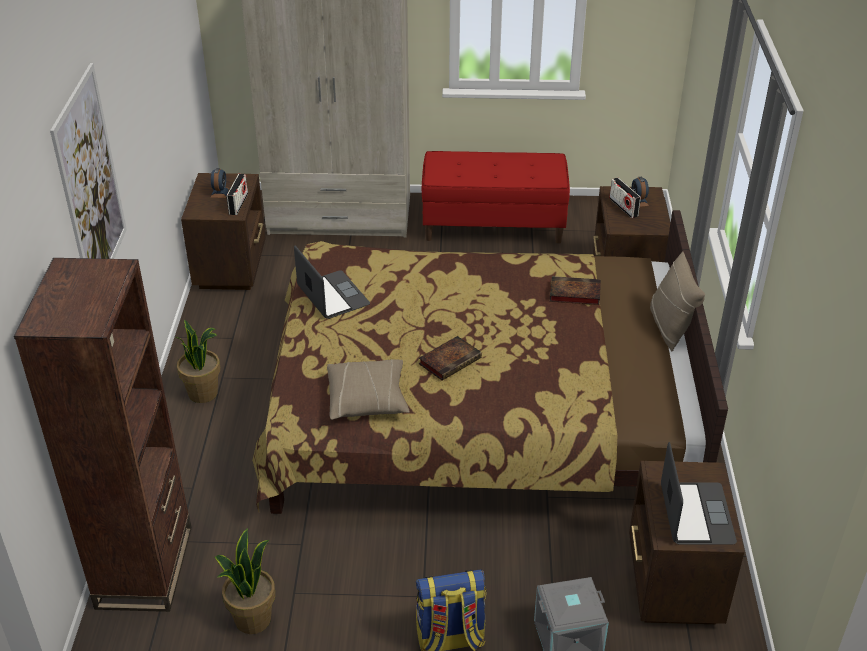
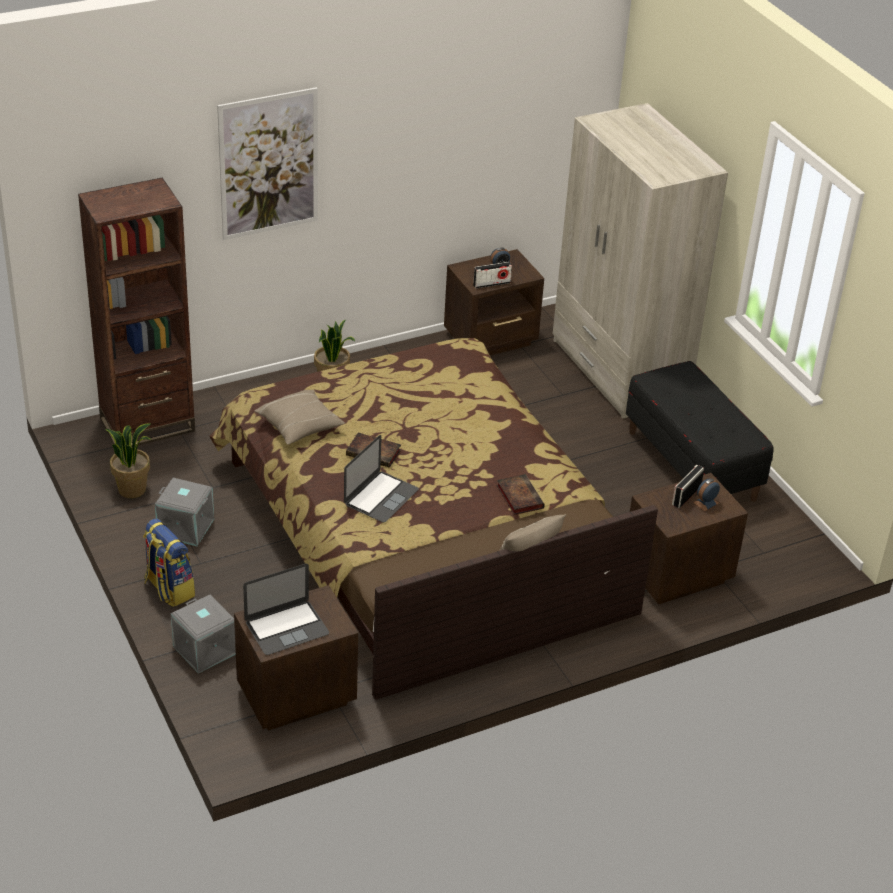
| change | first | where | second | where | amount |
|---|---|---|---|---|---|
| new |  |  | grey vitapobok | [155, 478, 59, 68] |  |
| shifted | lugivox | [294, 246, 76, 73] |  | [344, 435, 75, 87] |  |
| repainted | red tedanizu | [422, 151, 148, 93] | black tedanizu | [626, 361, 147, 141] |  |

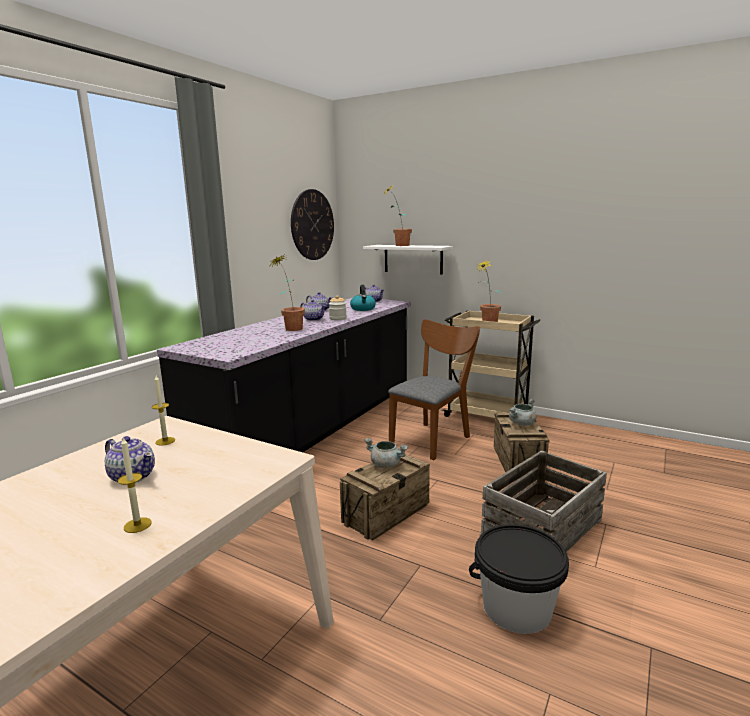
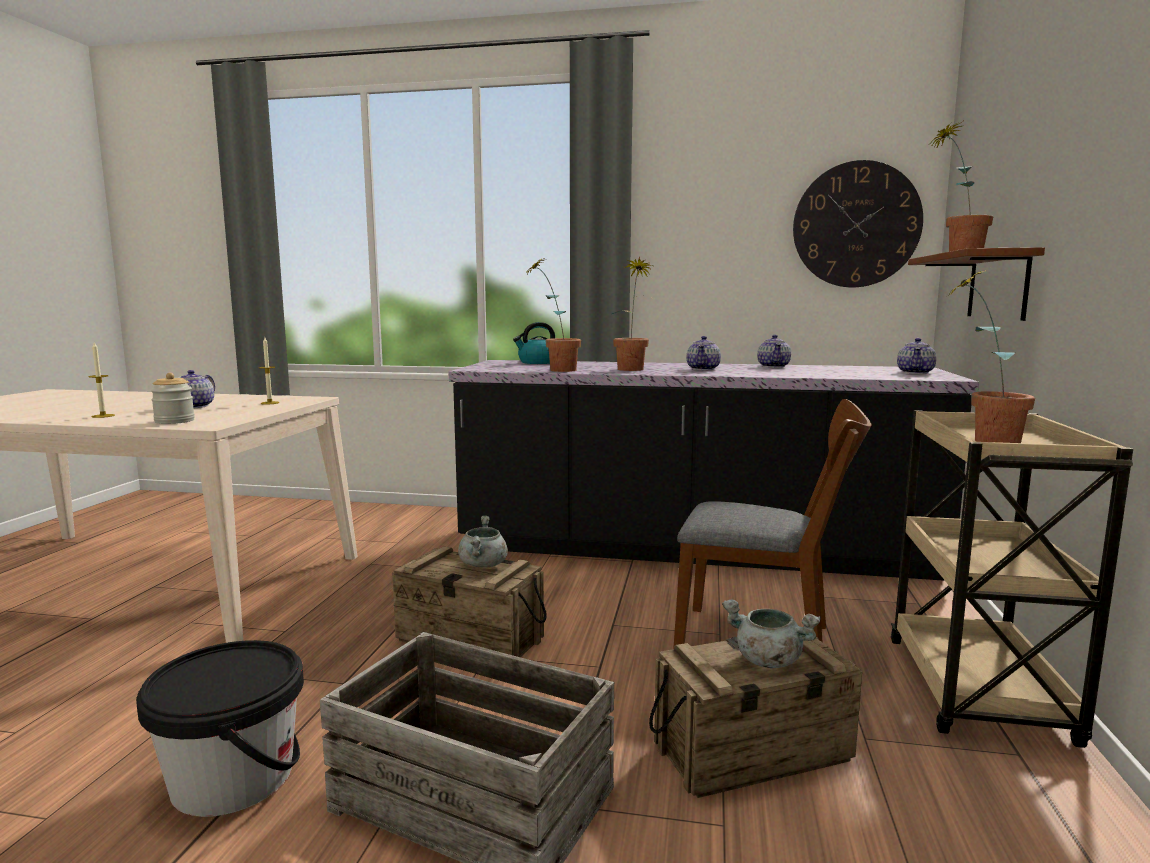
| change | first | where | second | where | amount |
|---|---|---|---|---|---|
| new |  |  | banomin | [525, 256, 56, 116] |  |
| shifted | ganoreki | [329, 295, 18, 25] |  | [151, 373, 44, 51] |  |
| shifted | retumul | [350, 285, 26, 26] |  | [513, 322, 42, 42] |  |
| repainted | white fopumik | [363, 245, 90, 30] | brown fopumik | [908, 247, 137, 74] |  |

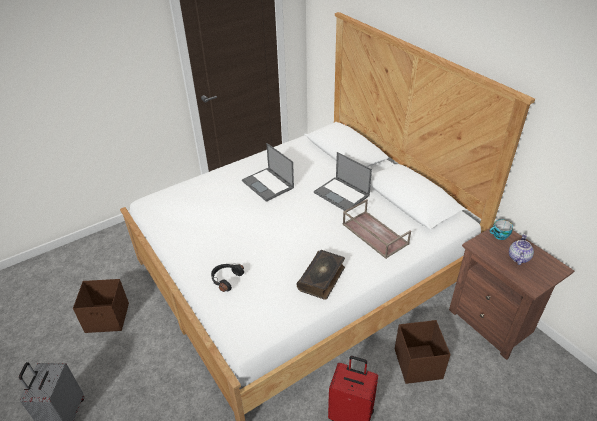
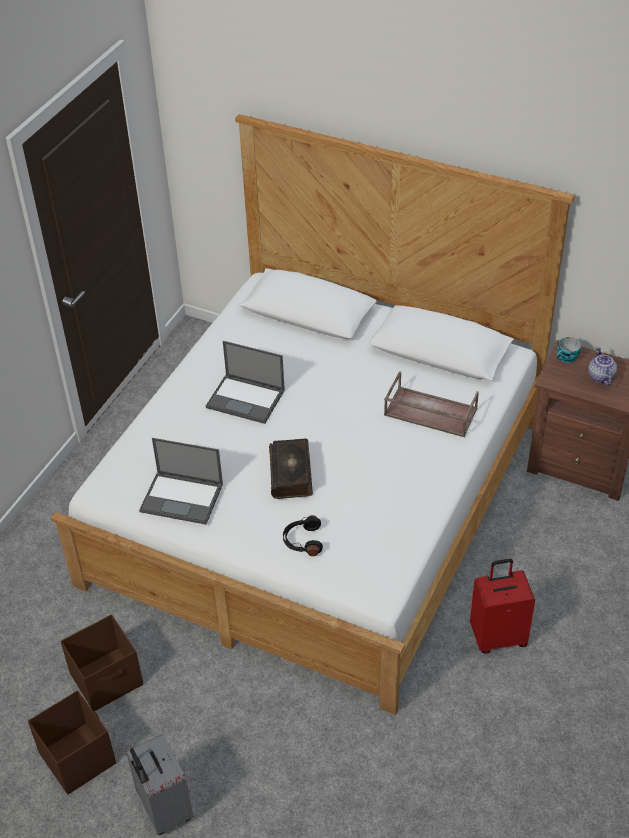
| change | first | where | second | where | amount |
|---|---|---|---|---|---|
| shifted | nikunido | [297, 250, 48, 50] |  | [269, 439, 44, 60] |  |
| shifted | lugivox | [314, 152, 58, 59] |  | [139, 438, 84, 87] |  |
| shifted | brown vitapobok | [395, 320, 56, 64] |  | [28, 691, 88, 104] |  |

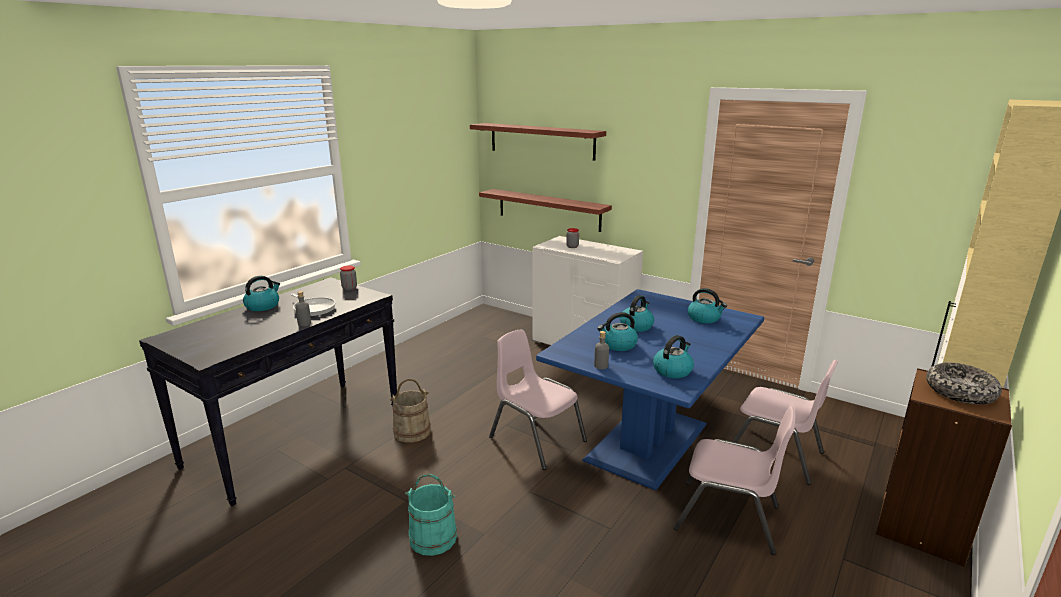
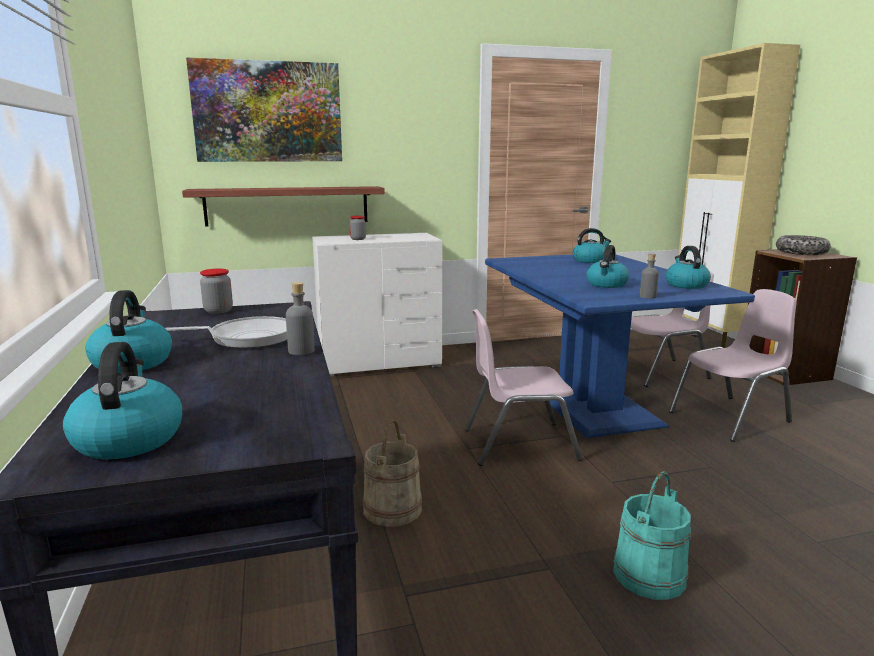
| change | first | where | second | where | amount |
|---|---|---|---|---|---|
| shifted | retumul | [620, 295, 34, 37] |  | [63, 342, 119, 117] |  |
| swapped | fopumik | [470, 123, 136, 38] | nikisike | [186, 58, 156, 104] |  |

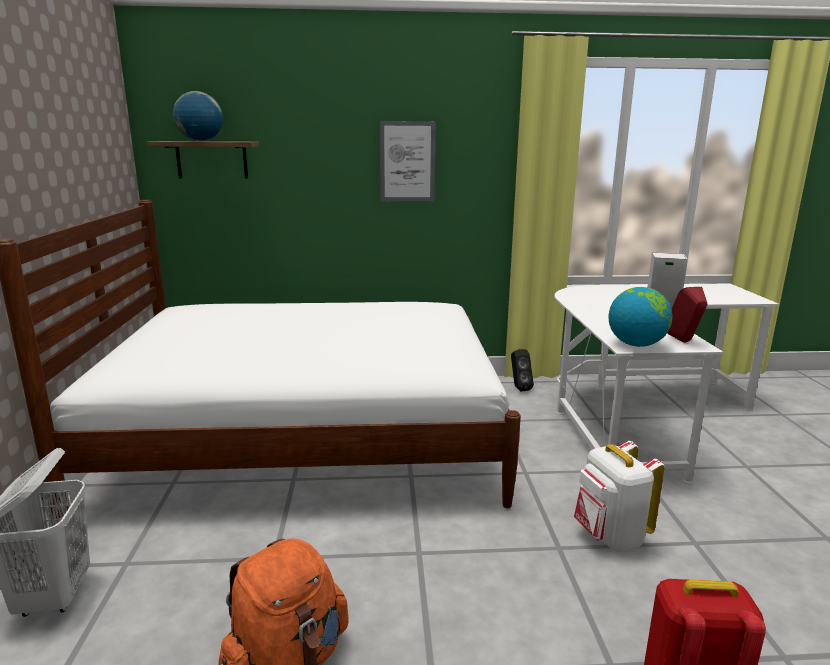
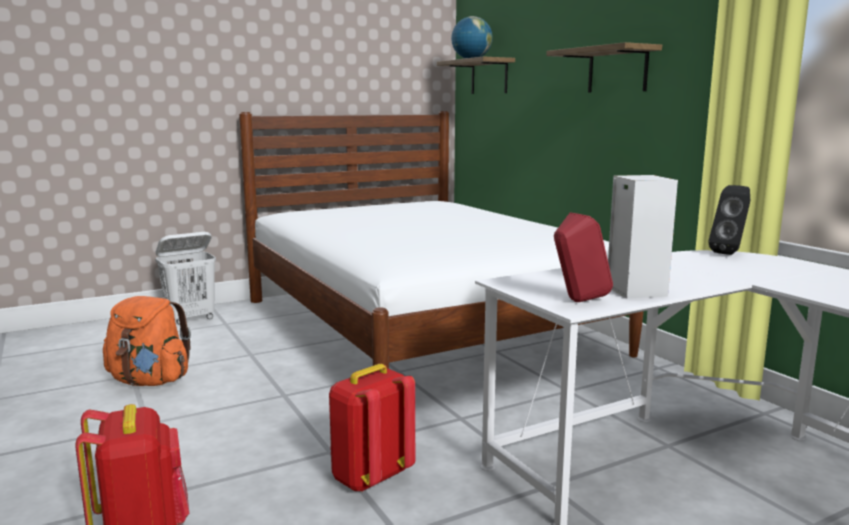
| change | first | where | second | where | amount |
|---|---|---|---|---|---|
| gone | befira | [608, 287, 64, 60] |  |  |  |
| shifted | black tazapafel | [511, 349, 23, 43] |  | [708, 185, 42, 70] |  |
| swapped | nikisike | [380, 121, 56, 80] | fopumik | [546, 42, 116, 50] |  |
| repainted | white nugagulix | [574, 441, 91, 111] | red nugagulix | [329, 364, 86, 128] |  |

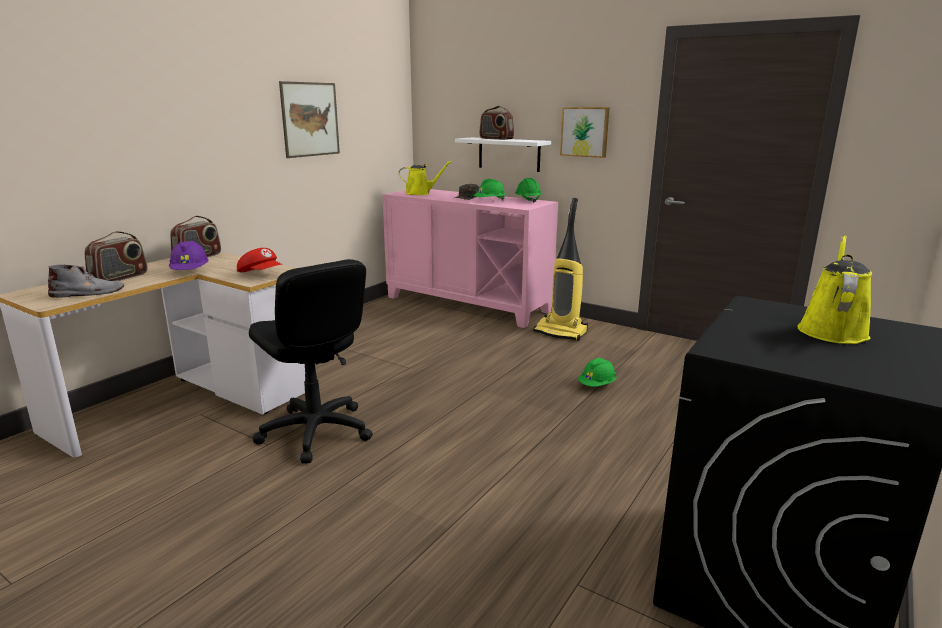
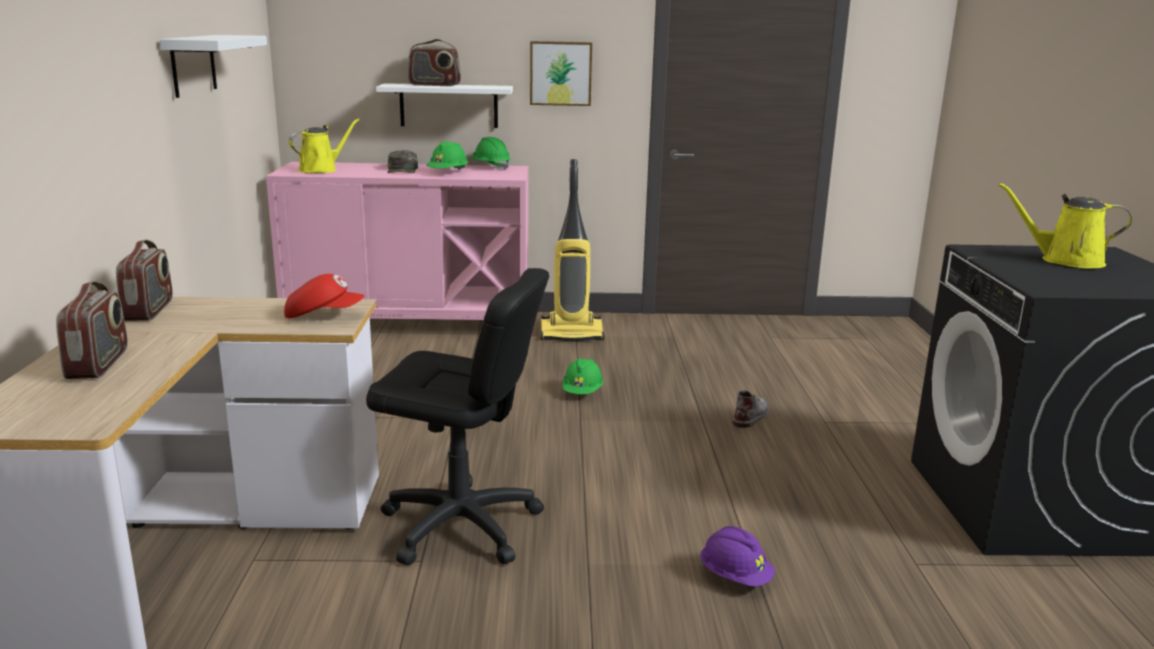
| change | first | where | second | where | amount |
|---|---|---|---|---|---|
| shifted | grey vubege | [48, 265, 76, 33] |  | [732, 390, 36, 38] |  |
| shifted | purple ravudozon | [169, 241, 40, 29] |  | [700, 526, 75, 61] |  |
| shifted | green ravudozon | [578, 358, 38, 29] |  | [562, 358, 41, 36] |  |
| swapped | nikisike | [279, 81, 61, 77] | white fopumik | [160, 35, 107, 63] |  |
| rotated | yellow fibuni | [798, 235, 74, 109] |  | [998, 183, 135, 86] | 60 degrees counterclockwise |

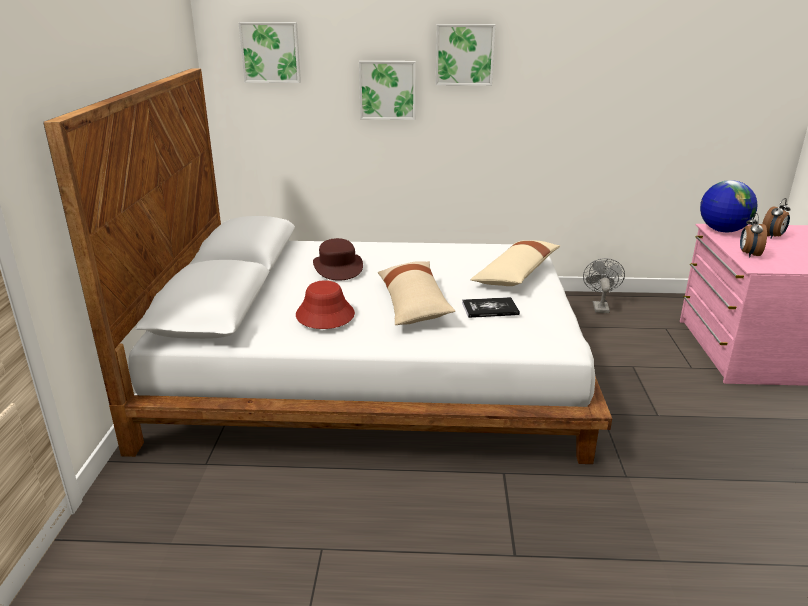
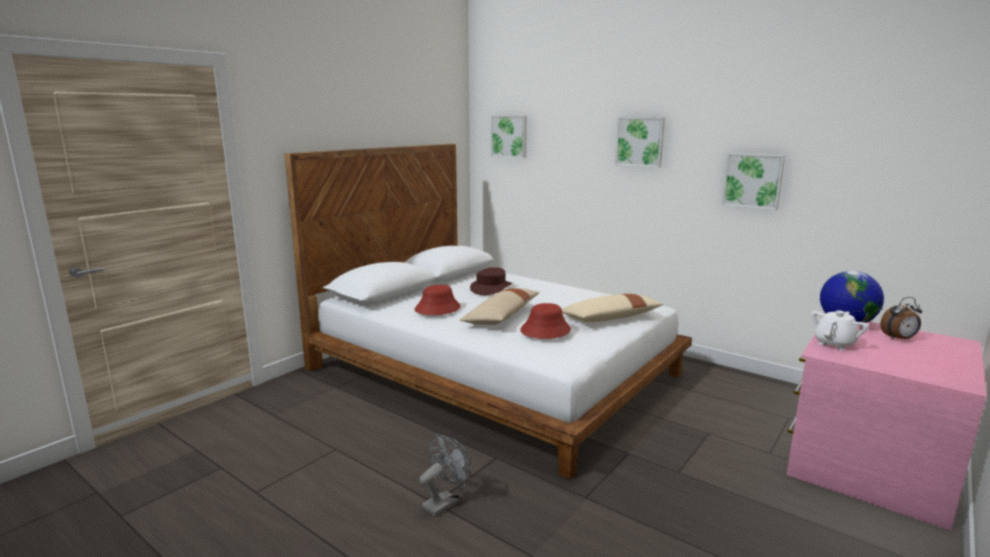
| change | first | where | second | where | amount |
|---|---|---|---|---|---|
| shifted | nikisike | [359, 61, 57, 59] |  | [722, 153, 63, 57] |  |
| shifted | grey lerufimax | [583, 258, 42, 55] |  | [420, 434, 51, 82] |  |
| swapped | nikunido | [462, 297, 58, 21] | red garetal | [520, 303, 51, 36] |  |
| swapped | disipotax | [740, 213, 27, 45] | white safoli | [811, 310, 58, 40] |  |

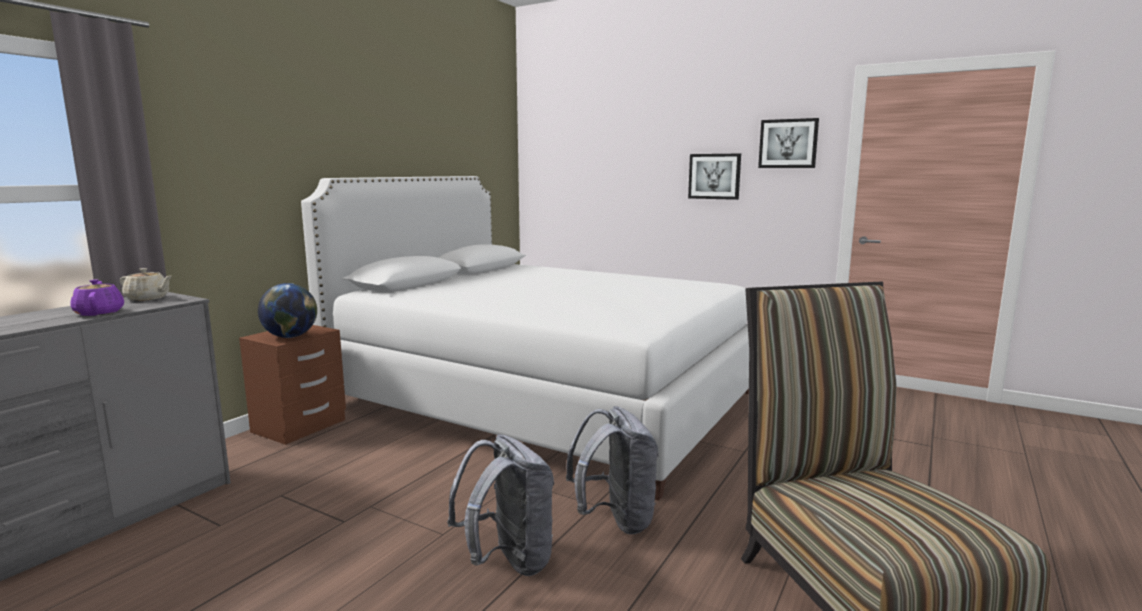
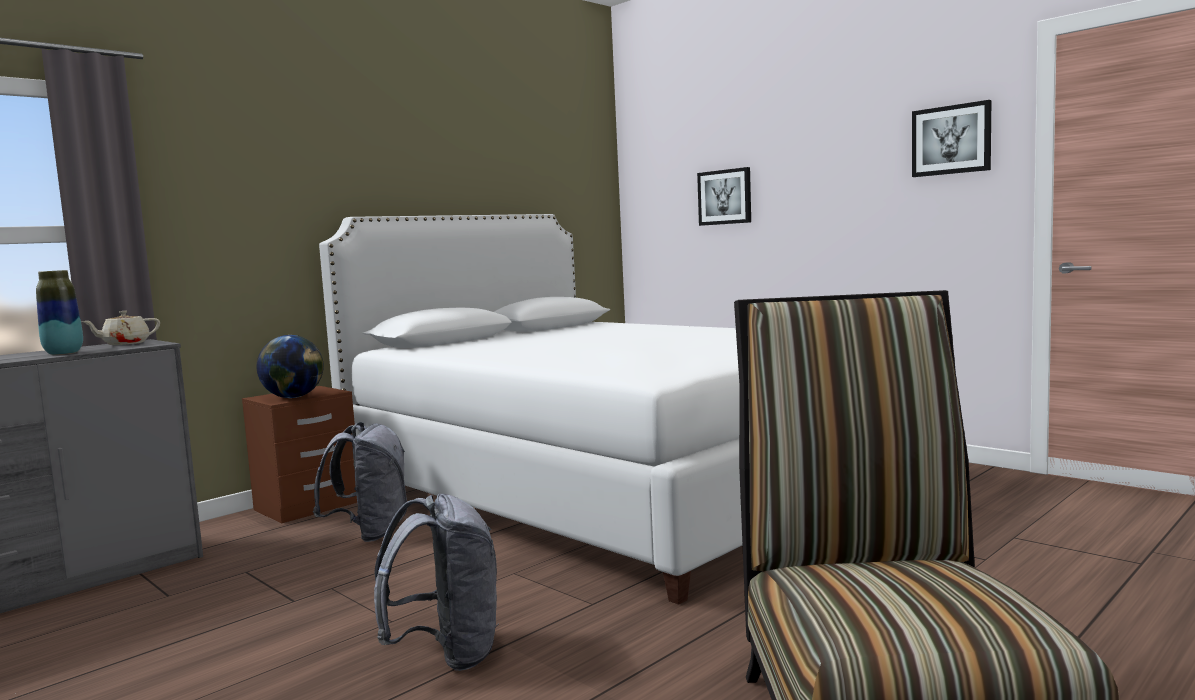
| change | first | where | second | where | amount |
|---|---|---|---|---|---|
| shifted | grey nugagulix | [566, 406, 93, 129] |  | [313, 422, 94, 120] |  |
| shifted | nikisike | [688, 154, 53, 46] |  | [697, 167, 54, 59] |  |
| swapped | purple safoli | [70, 279, 54, 37] | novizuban | [36, 270, 47, 85] |  |
| rotated | beige safoli | [120, 268, 52, 33] |  | [82, 311, 78, 34] | 120 degrees clockwise |

